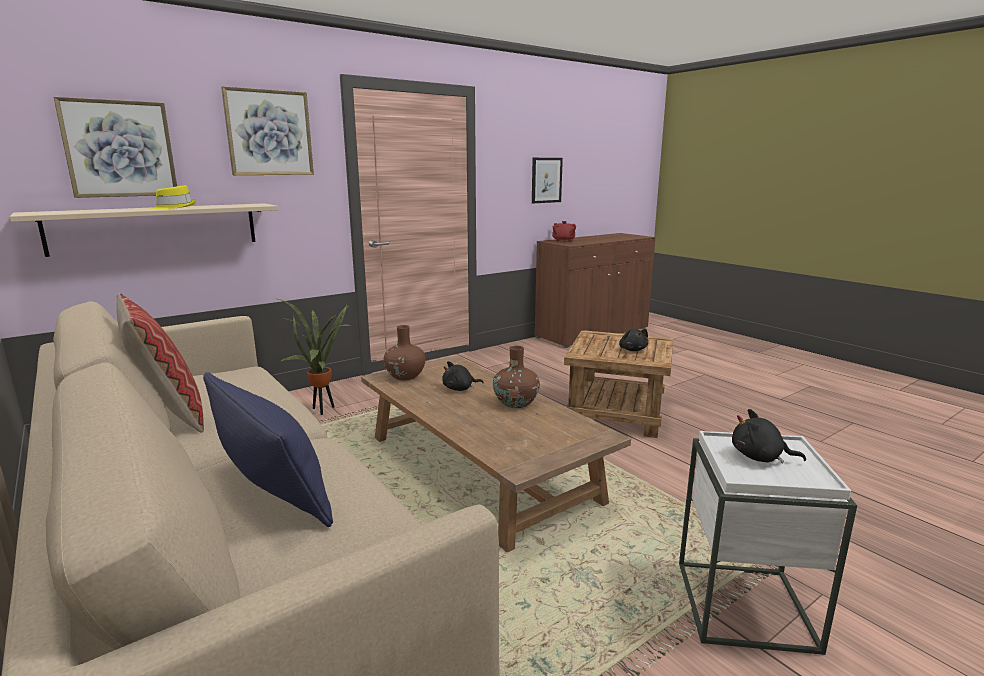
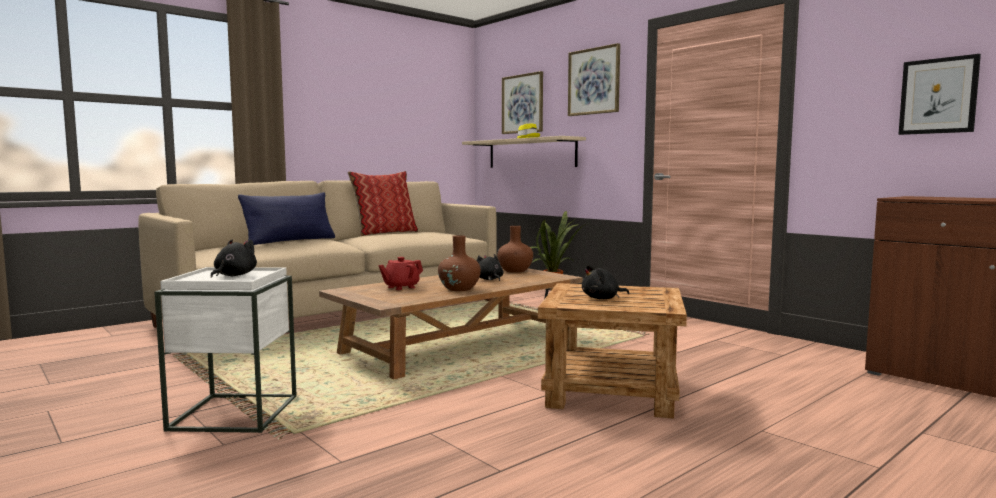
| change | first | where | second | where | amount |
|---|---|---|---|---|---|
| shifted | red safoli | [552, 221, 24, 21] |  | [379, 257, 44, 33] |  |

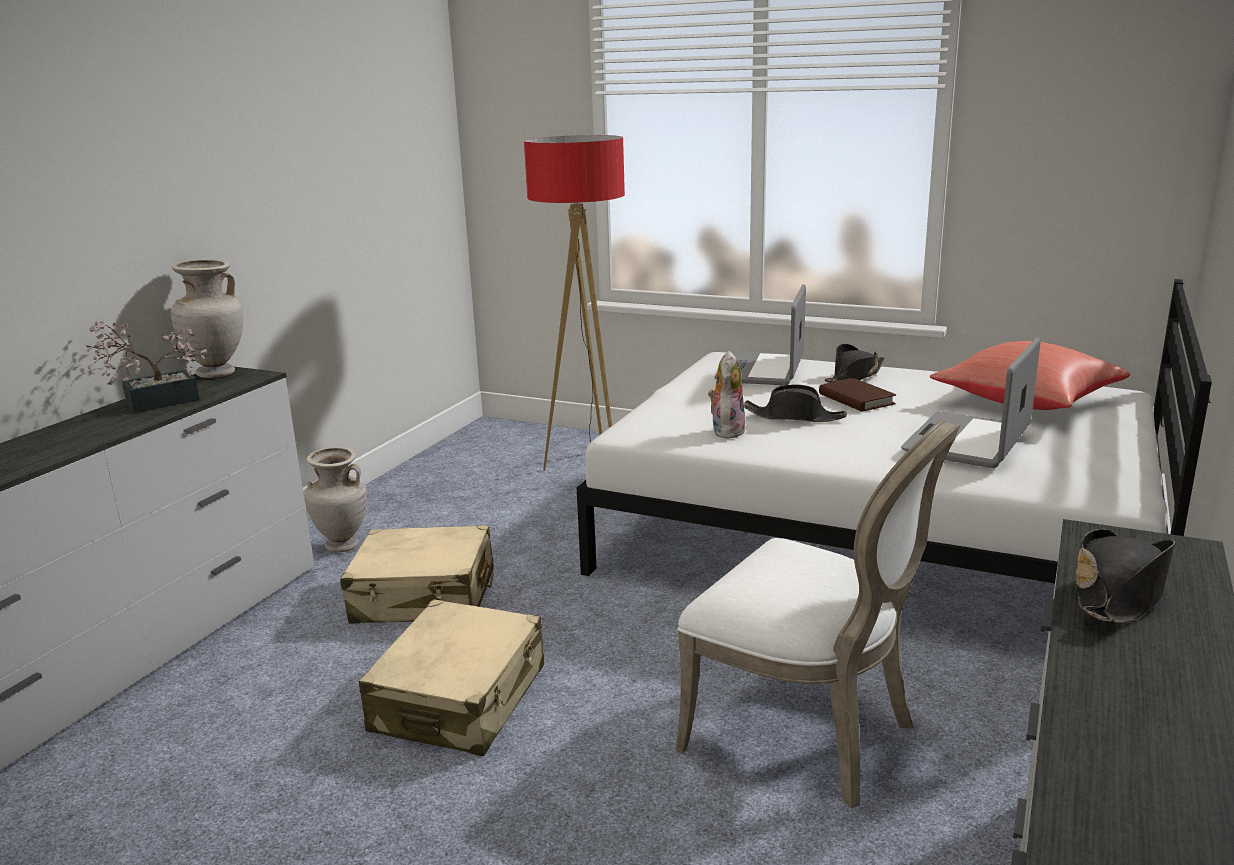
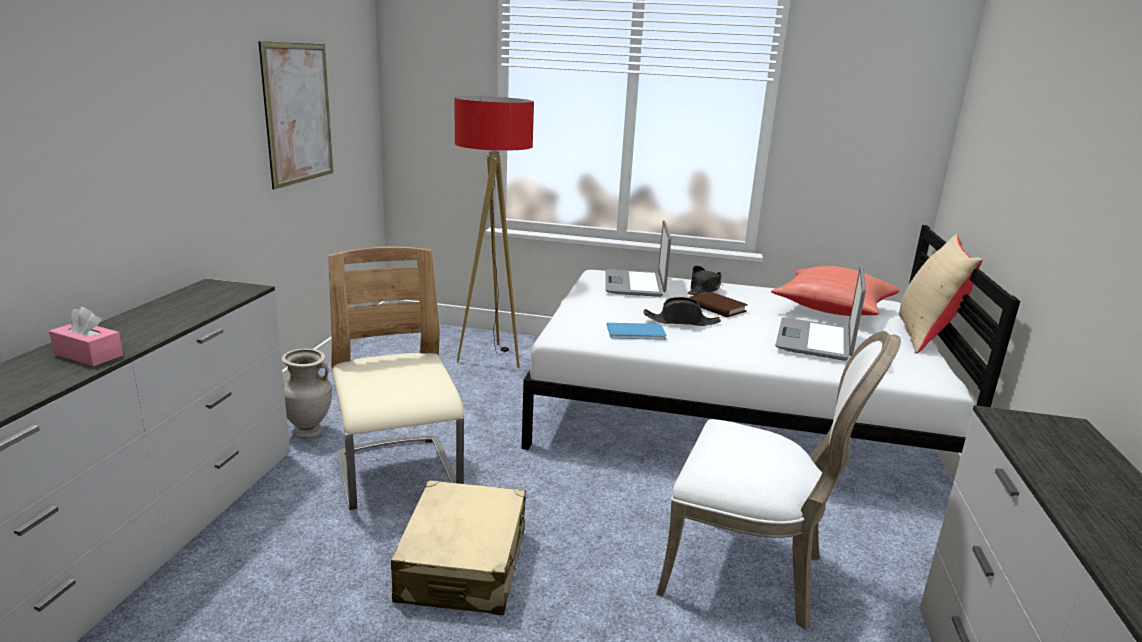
| change | first | where | second | where | amount |
|---|---|---|---|---|---|
| gone | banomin | [85, 321, 122, 92] |  |  |  |
| gone | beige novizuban | [171, 260, 72, 118] |  |  |  |
| gone | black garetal | [1076, 529, 99, 95] |  |  |  |
| new |  |  | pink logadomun | [49, 307, 74, 59] |  |
| new |  |  | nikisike | [258, 41, 75, 148] |  |
| new |  |  | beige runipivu | [899, 235, 84, 119] |  |
| swapped | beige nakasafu | [340, 525, 154, 99] | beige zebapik | [328, 247, 136, 263] |  |
| swapped | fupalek | [708, 350, 37, 89] | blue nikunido | [607, 323, 60, 17] |  |

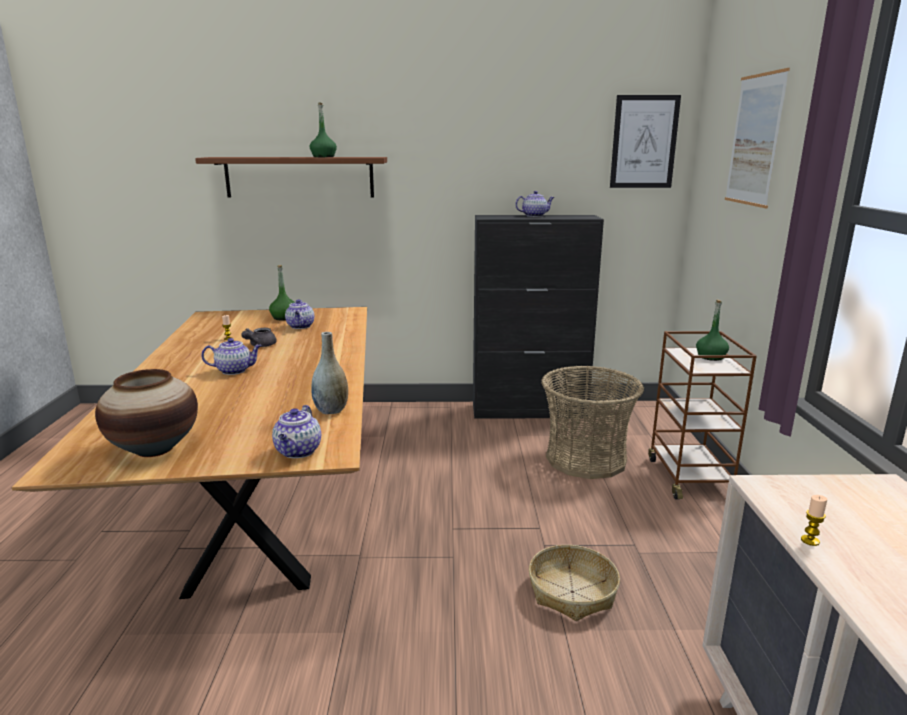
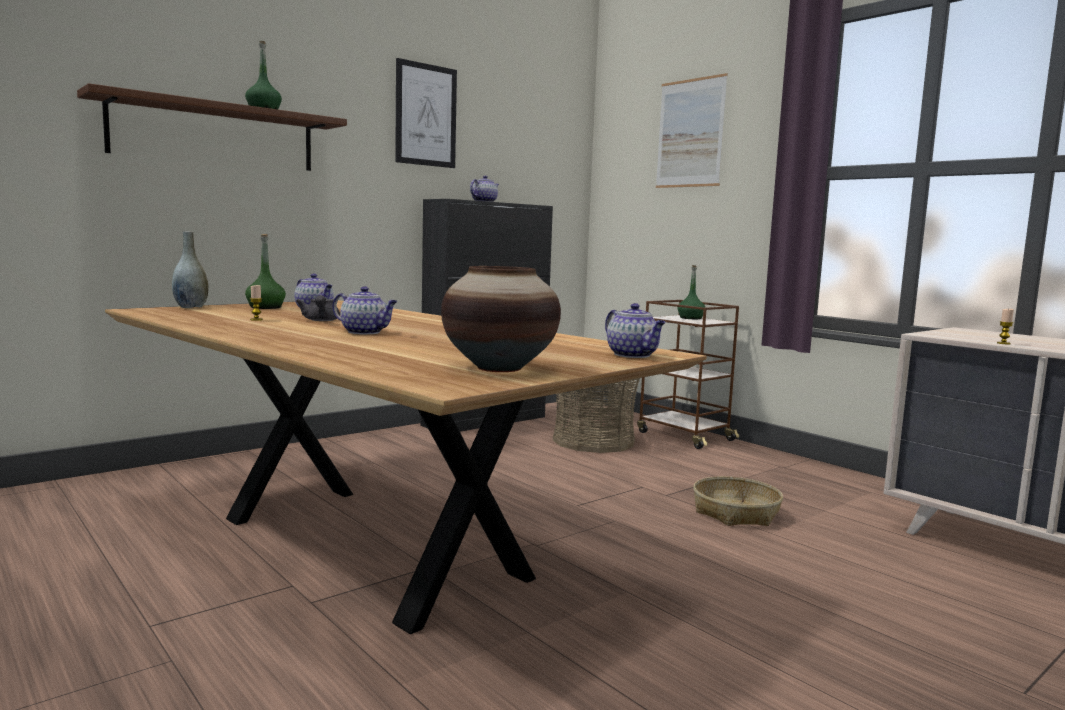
| change | first | where | second | where | amount |
|---|---|---|---|---|---|
| shifted | grey novizuban | [311, 332, 37, 82] |  | [172, 231, 36, 77] |  |
| shifted | nikisike | [610, 95, 71, 93] |  | [395, 58, 62, 110] |  |
| rotated | safoli | [201, 338, 61, 37] |  | [333, 286, 65, 48] | 75 degrees clockwise |

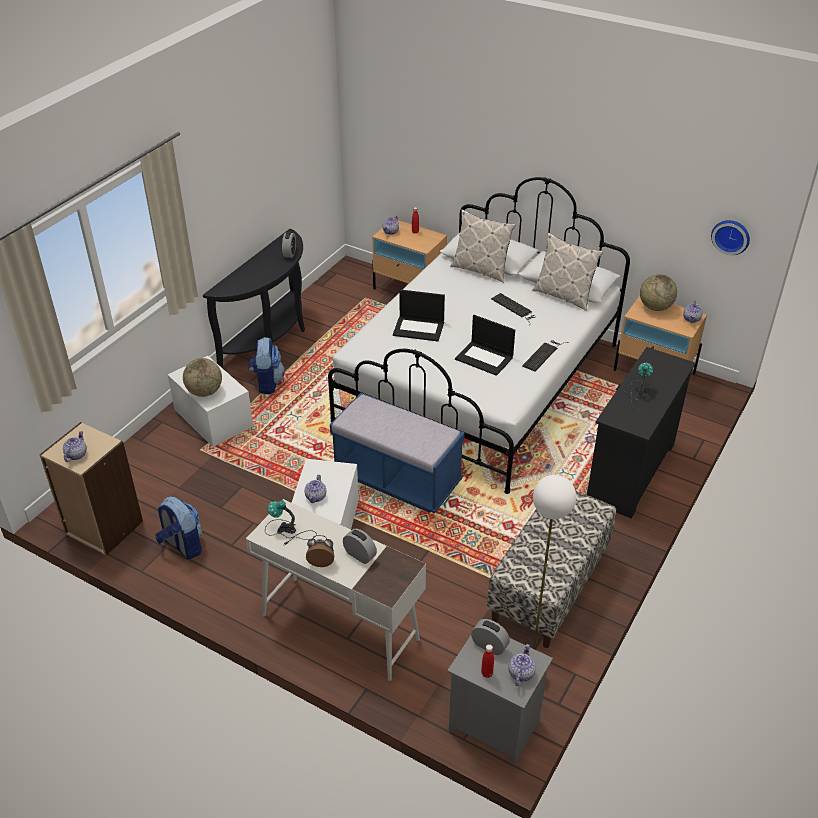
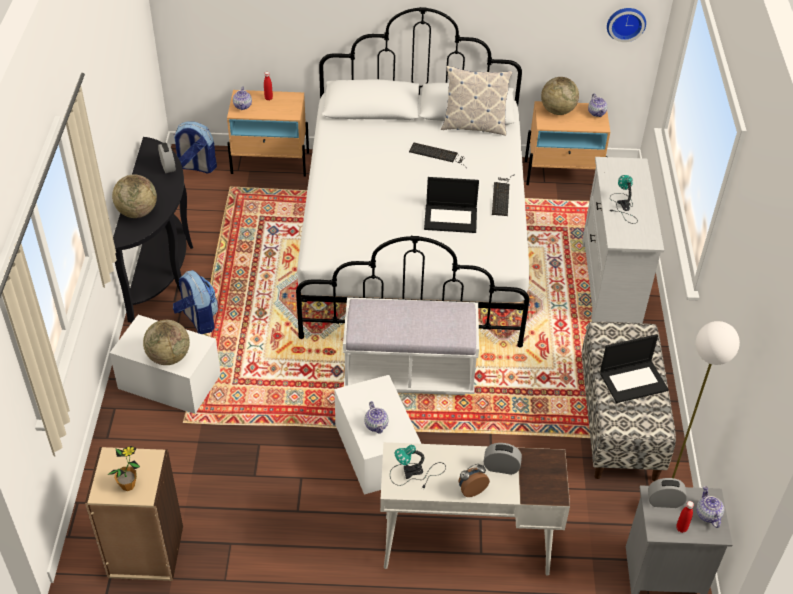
| change | first | where | second | where | amount |
|---|---|---|---|---|---|
| gone | runipivu | [450, 209, 65, 74] |  |  |  |
| new |  |  | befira | [112, 175, 45, 43] |  |
| shifted | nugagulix | [155, 496, 47, 63] |  | [174, 121, 43, 52] |  |
| shifted | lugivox | [393, 290, 52, 51] |  | [600, 334, 69, 69] |  |
| swapped | safoli | [63, 431, 24, 31] | banomin | [108, 446, 32, 45] |  |
| repainted | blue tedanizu | [330, 392, 135, 121] | white tedanizu | [343, 297, 136, 98] |  |
| repainted | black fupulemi | [587, 347, 109, 172] | white fupulemi | [582, 157, 82, 166] |  |

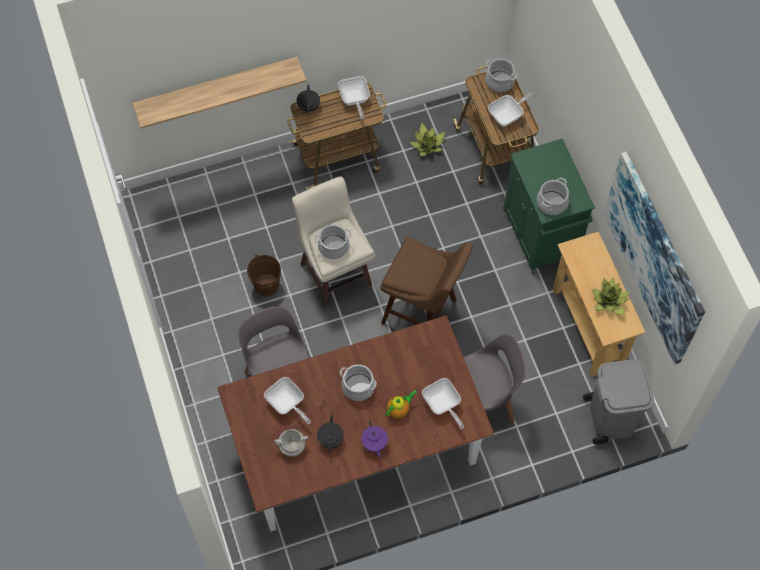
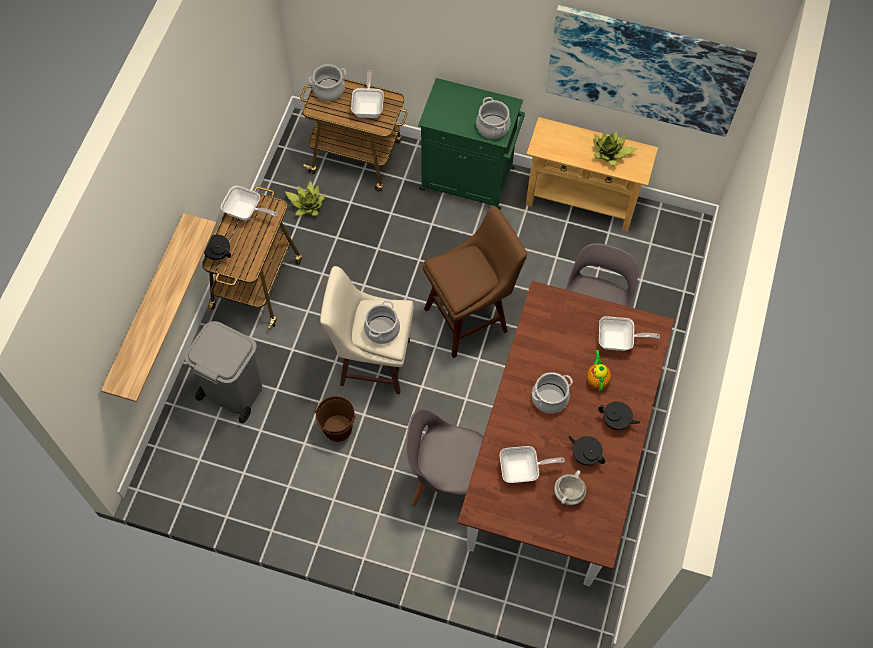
| change | first | where | second | where | amount |
|---|---|---|---|---|---|
| shifted | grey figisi | [583, 359, 71, 86] |  | [185, 321, 77, 102] |  |
| repainted | purple safoli | [361, 420, 27, 38] | black safoli | [598, 401, 43, 29] |  |

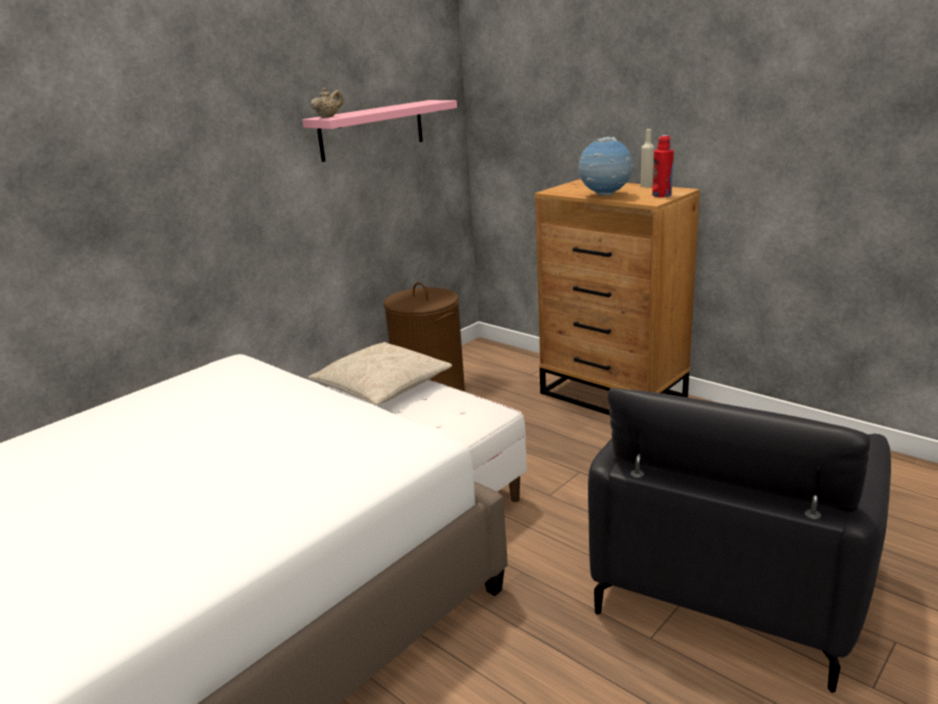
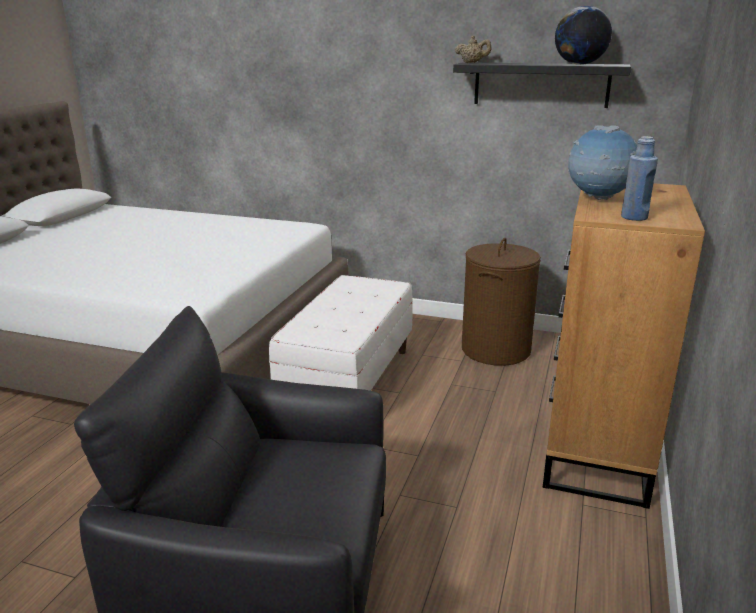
| change | first | where | second | where | amount |
|---|---|---|---|---|---|
| gone | beige runipivu | [308, 342, 144, 63] |  |  |  |
| gone | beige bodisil | [641, 129, 14, 58] |  |  |  |
| new |  |  | befira | [555, 6, 57, 59] |  |
| repainted | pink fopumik | [302, 100, 155, 62] | black fopumik | [453, 62, 178, 46] |  |
| repainted | red bodisil | [652, 135, 22, 62] | blue bodisil | [621, 136, 37, 85] |  |

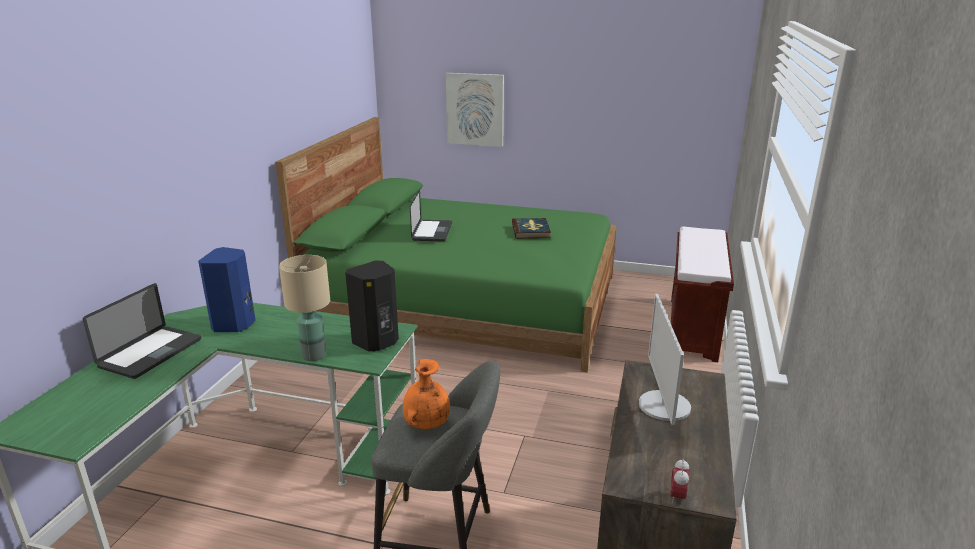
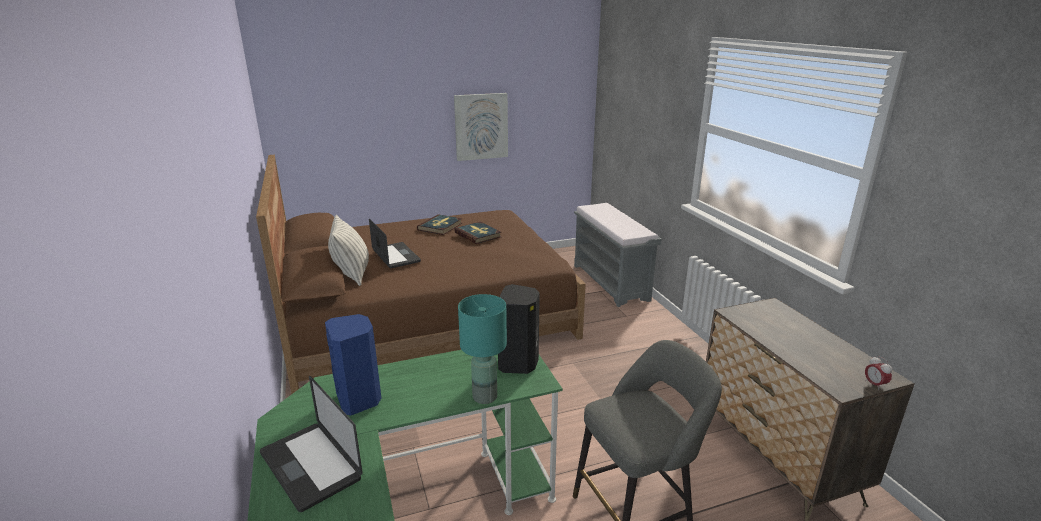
| change | first | where | second | where | amount |
|---|---|---|---|---|---|
| gone | orange novizuban | [403, 359, 47, 70] |  |  |  |
| gone | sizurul | [639, 294, 52, 131] |  |  |  |
| new |  |  | runipivu | [328, 215, 41, 71] |  |
| new |  |  | nikunido | [417, 214, 45, 21] |  |
| shifted | nikisike | [446, 73, 58, 74] |  | [454, 93, 54, 68] |  |
| repainted | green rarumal | [275, 117, 342, 255] | brown rarumal | [256, 155, 330, 239] |  |
| repainted | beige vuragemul | [279, 255, 51, 106] | turquoise vuragemul | [458, 294, 49, 110] |  |
| repainted | brown tedanizu | [671, 227, 63, 135] | grey tedanizu | [574, 203, 88, 104] |  |
| rotated | lugivox | [83, 283, 118, 96] |  | [260, 376, 103, 136] | 150 degrees clockwise |

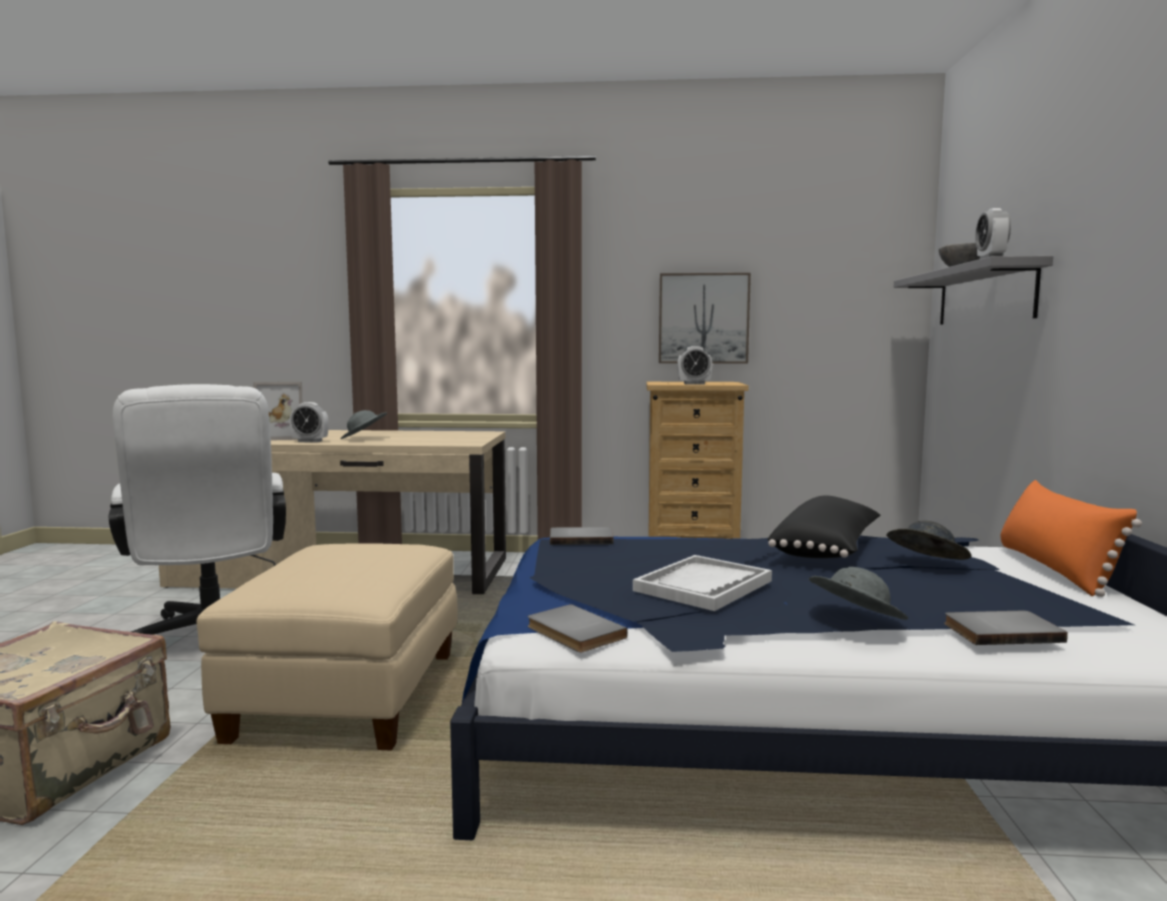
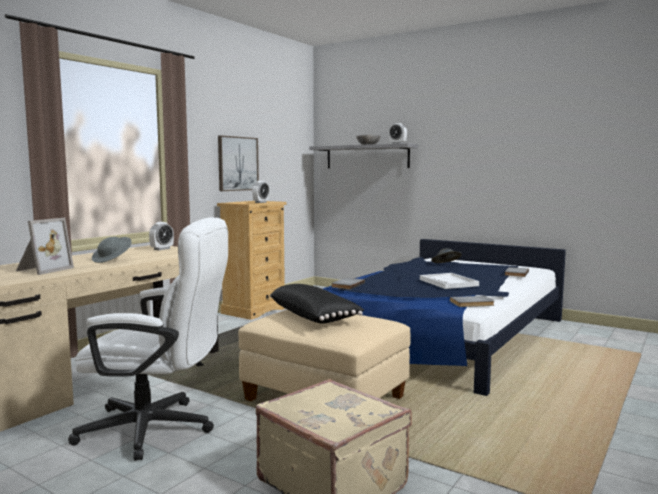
| change | first | where | second | where | amount |
|---|---|---|---|---|---|
| gone | grey garetal | [809, 567, 99, 53] |  |  |  |
| gone | orange runipivu | [1001, 480, 141, 117] |  |  |  |
| shifted | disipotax | [290, 402, 39, 40] |  | [149, 222, 25, 28] |  |
| shifted | black runipivu | [768, 496, 112, 62] |  | [270, 284, 94, 40] |  |

